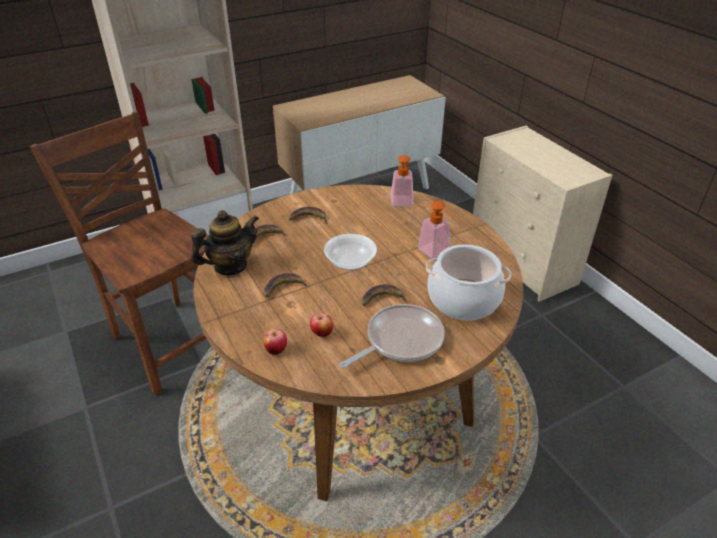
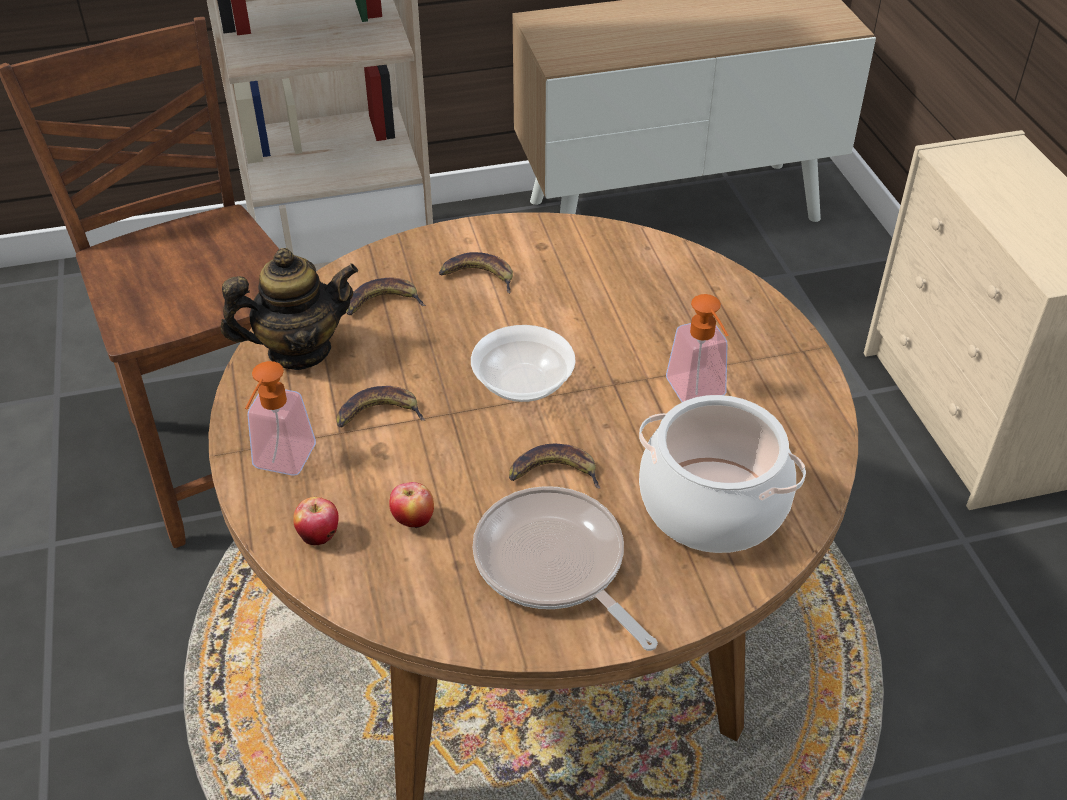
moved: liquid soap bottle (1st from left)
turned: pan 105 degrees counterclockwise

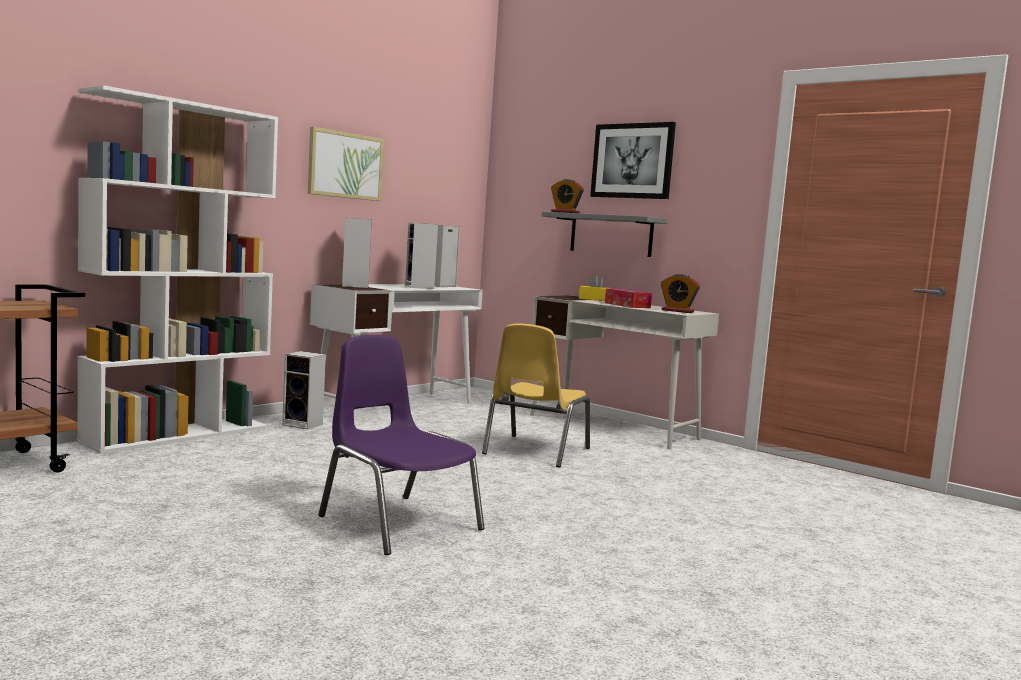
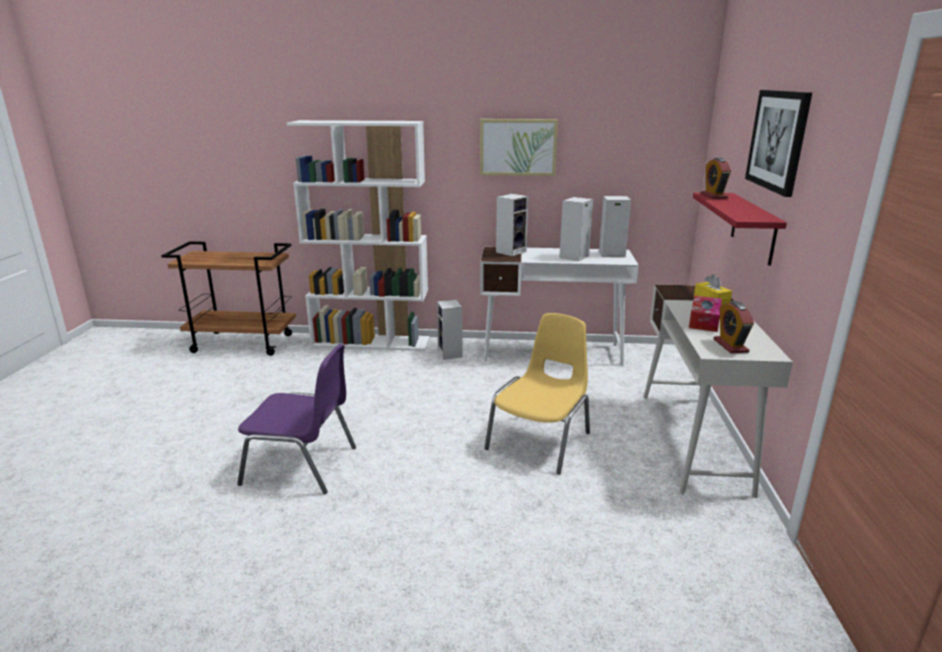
recoloured: grey shelf to reddish shelf
turned: purplish plain chair 90 degrees clockwise; yellowish plain chair 135 degrees clockwise

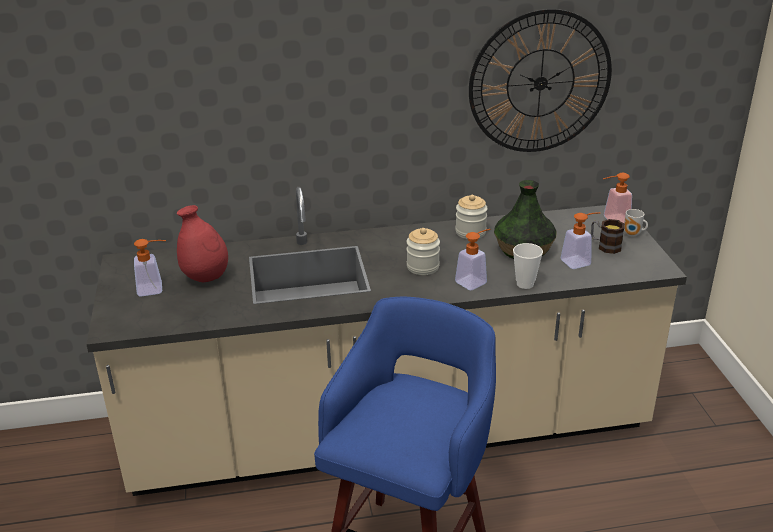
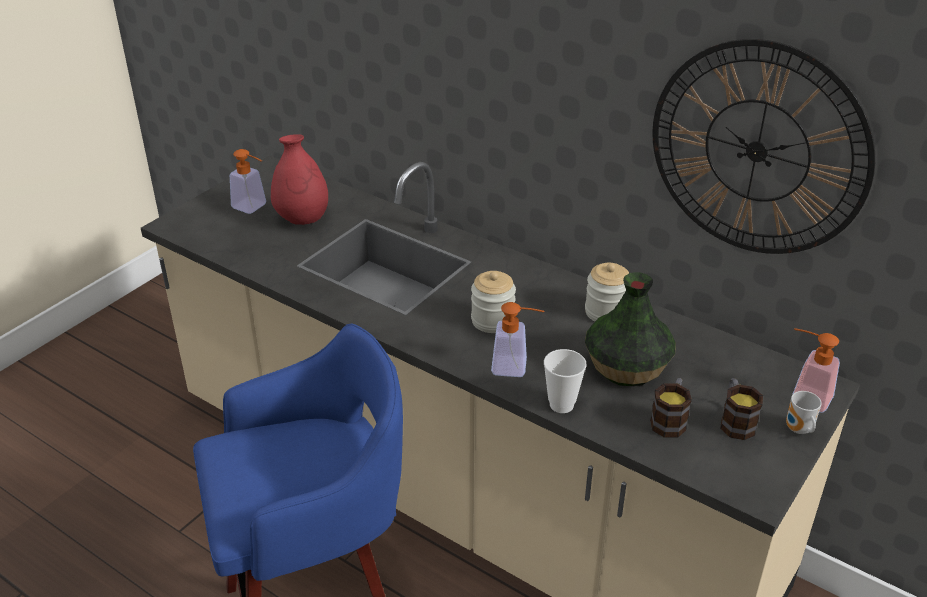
replaced: liquid soap bottle (3rd from left) to mug (1st from left)

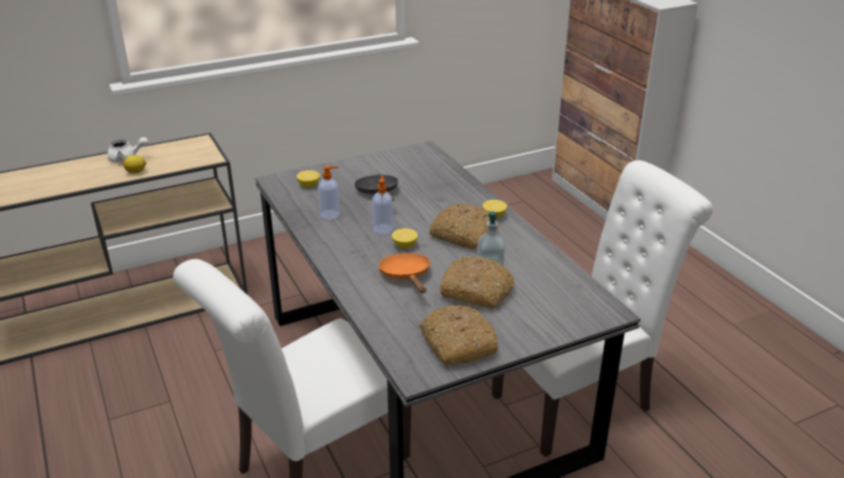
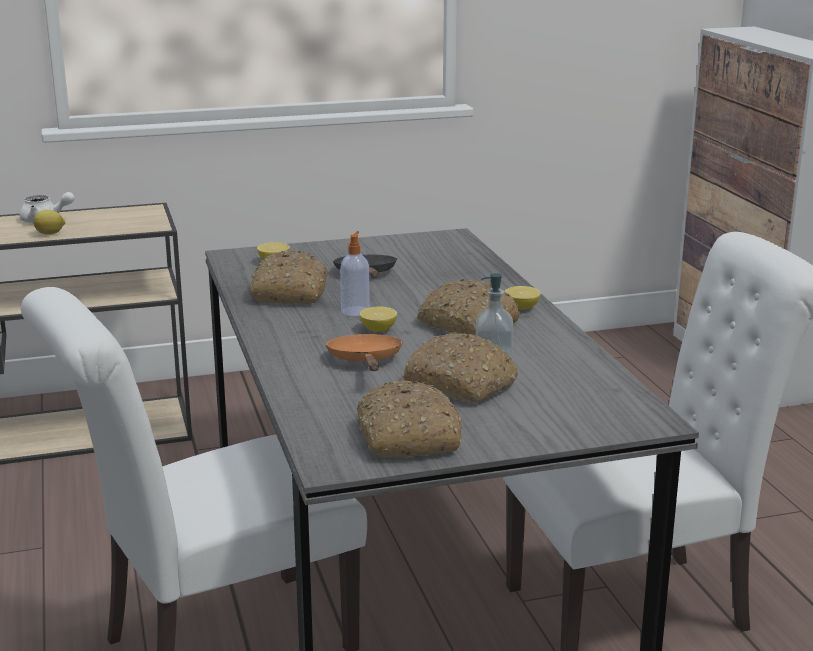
replaced: liquid soap bottle (1st from left) to bakery bread (1st from left)

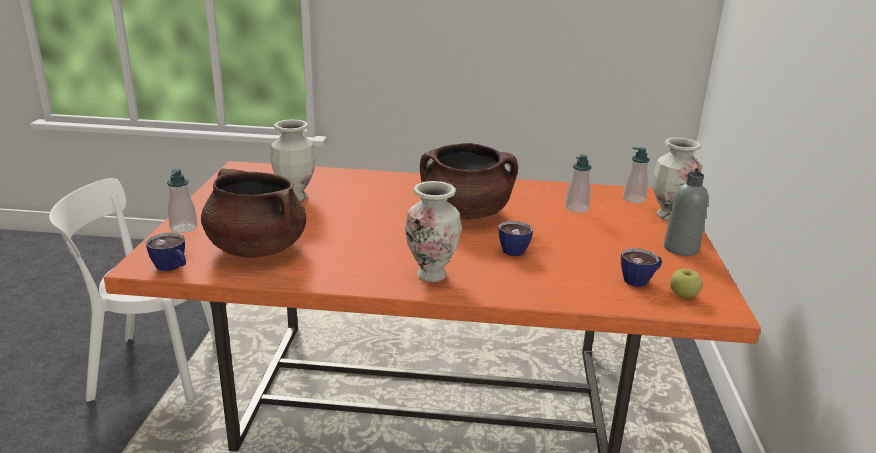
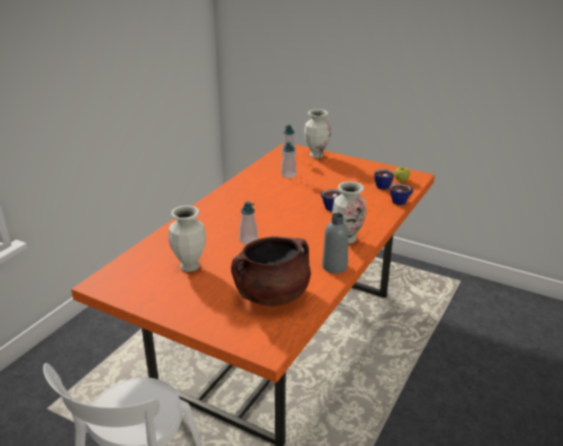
removed: brownish stockpot (2nd from left)
moved: cup (1st from left in the first image) to cup (3rd from left); liquid soap bottle (1st from left); grey bottle

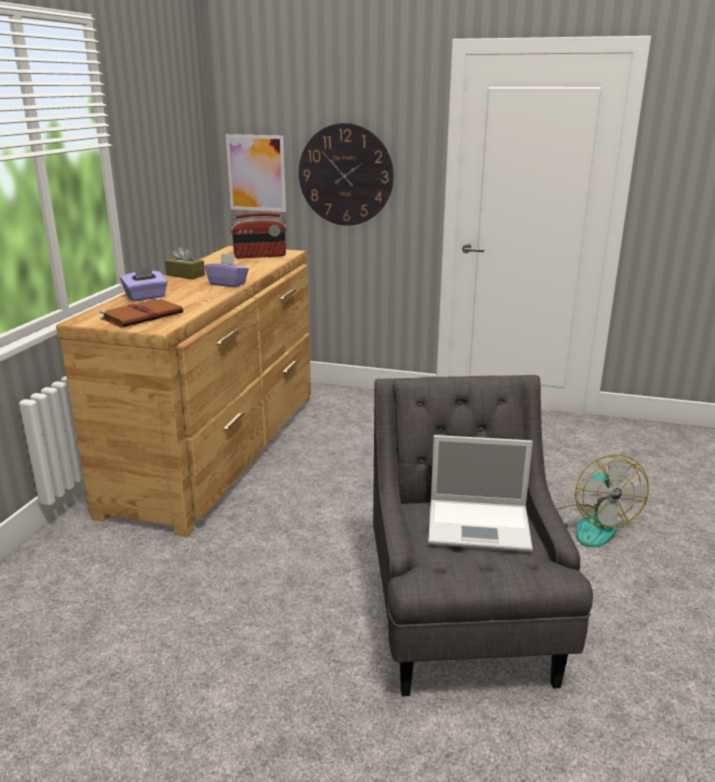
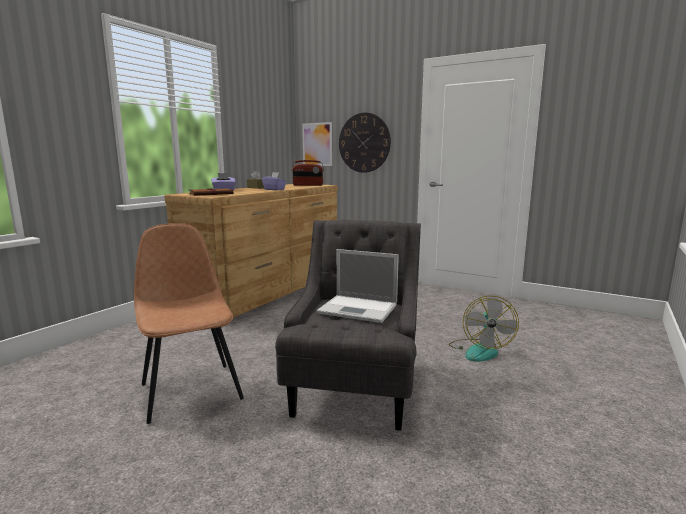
added: brownish plain chair

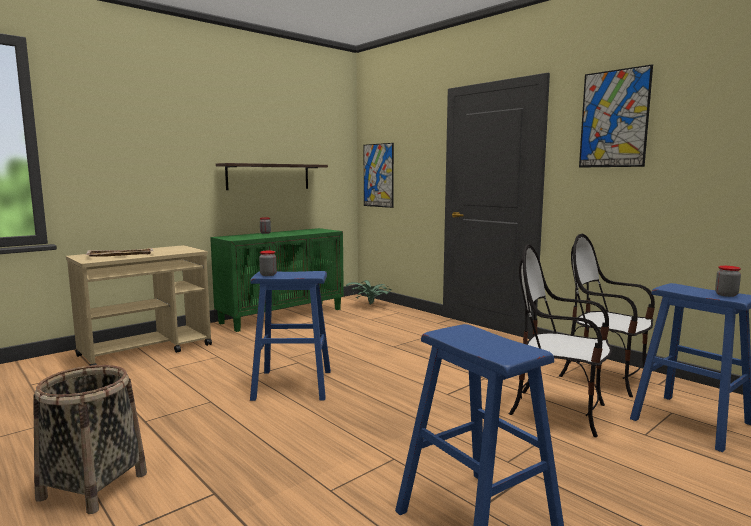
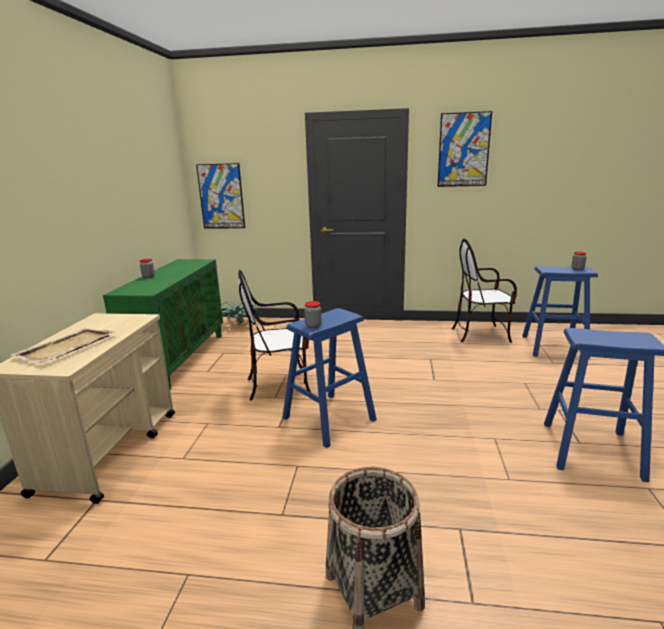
removed: shelf
moved: plain chair (1st from left)

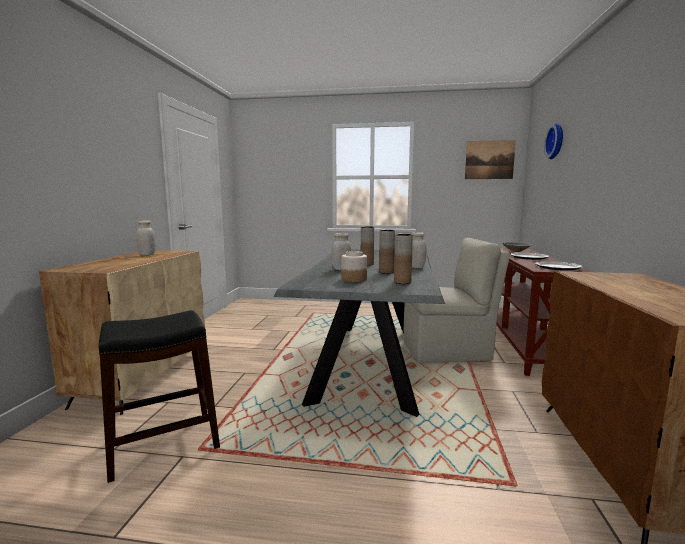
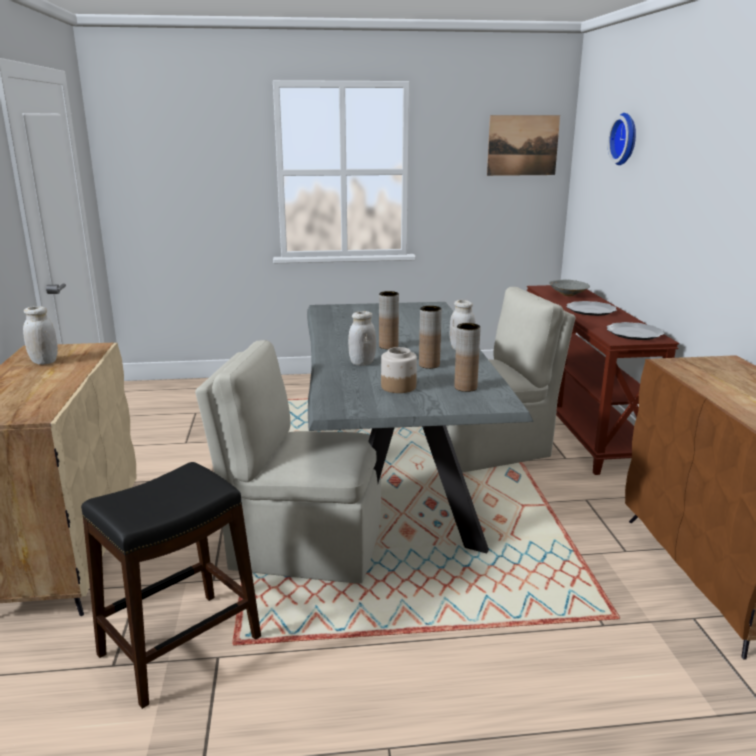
added: beige-coloured plain chair (1st from left)

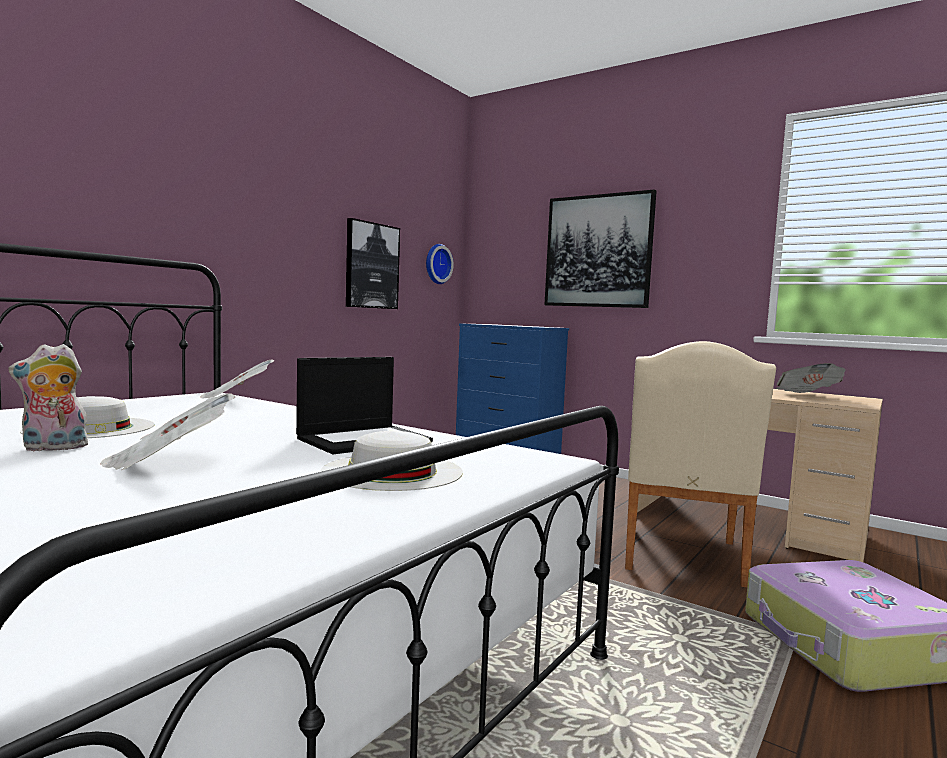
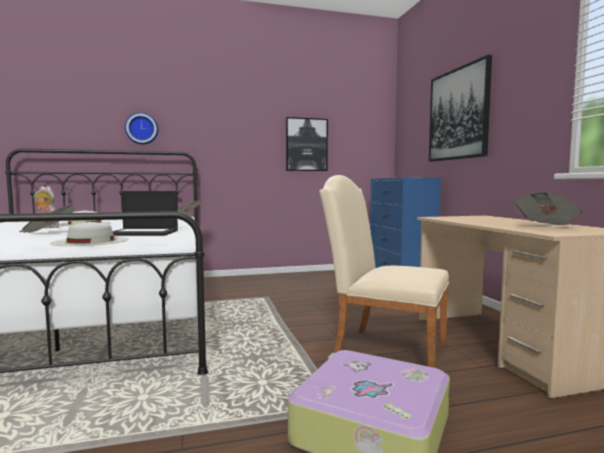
moved: clock on the wall
turned: beige-coloured plain chair 60 degrees clockwise

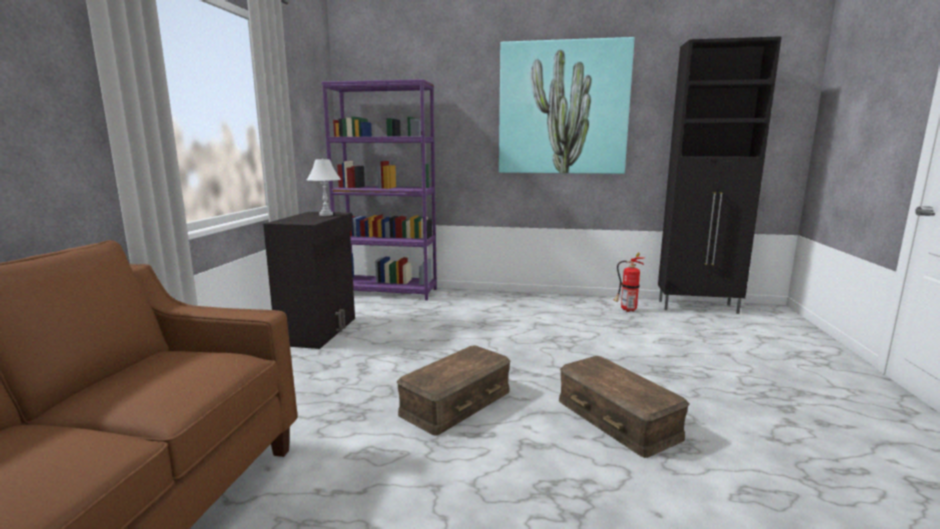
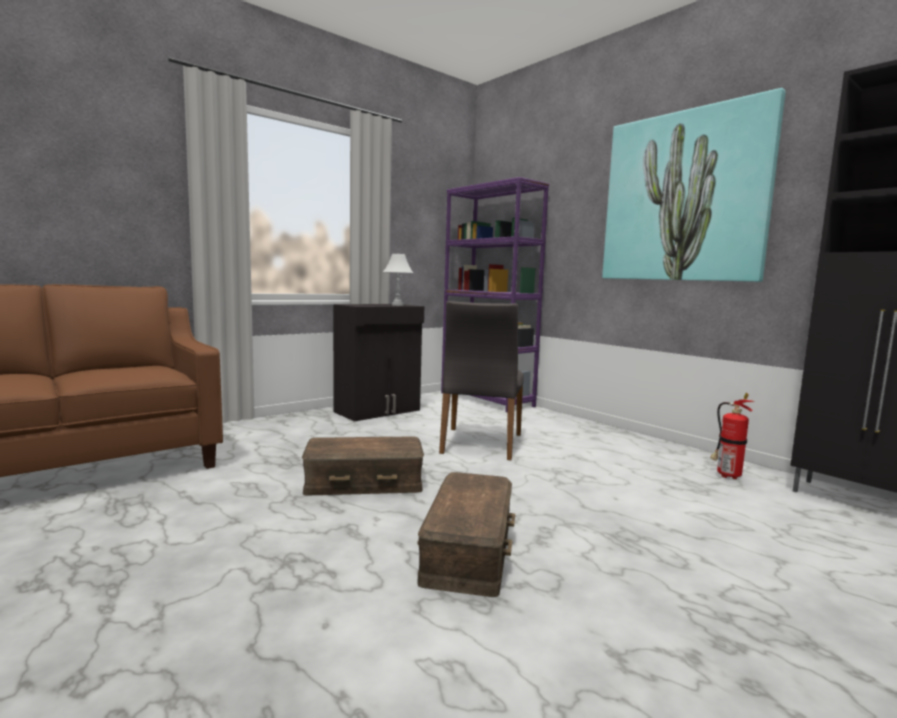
added: grey plain chair

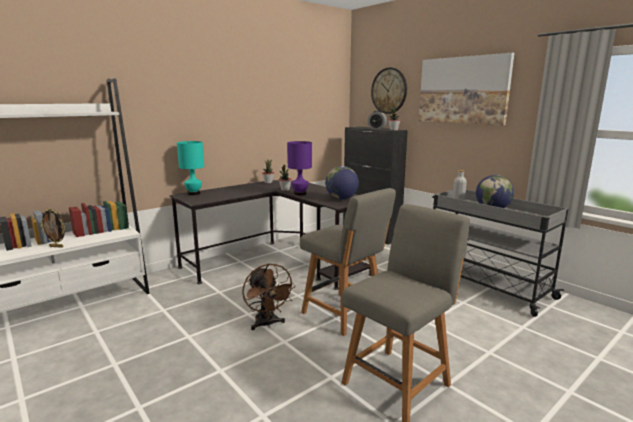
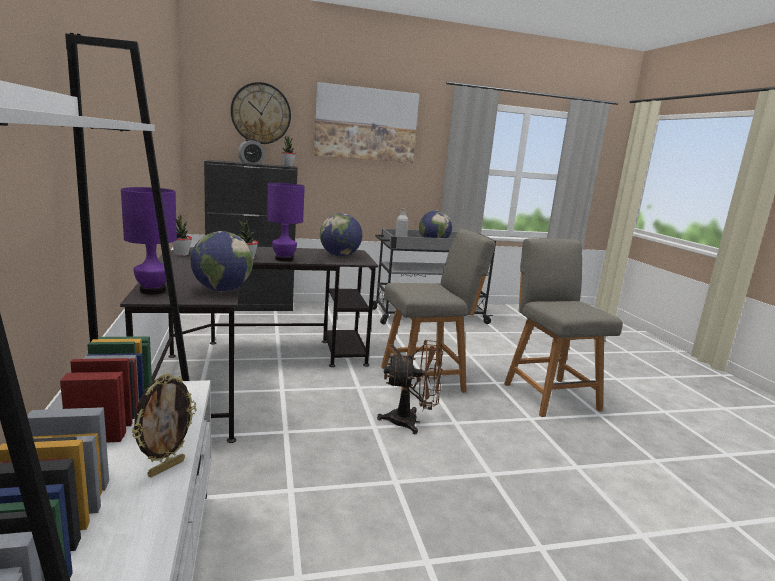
added: desk globe (1st from left)
recoloured: blue-green tabletop lamp to purplish tabletop lamp (1st from left)

